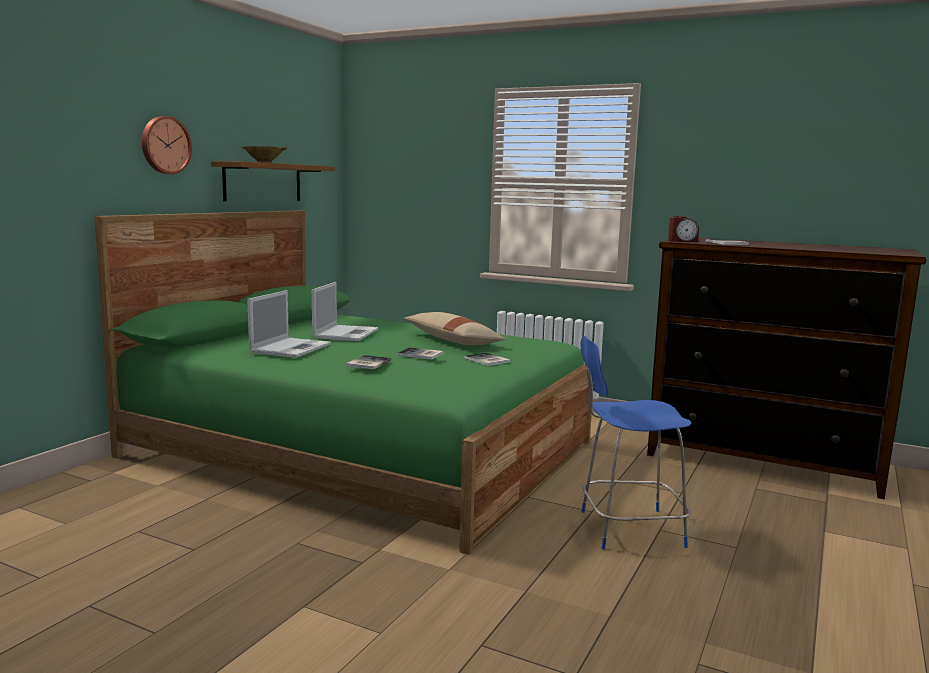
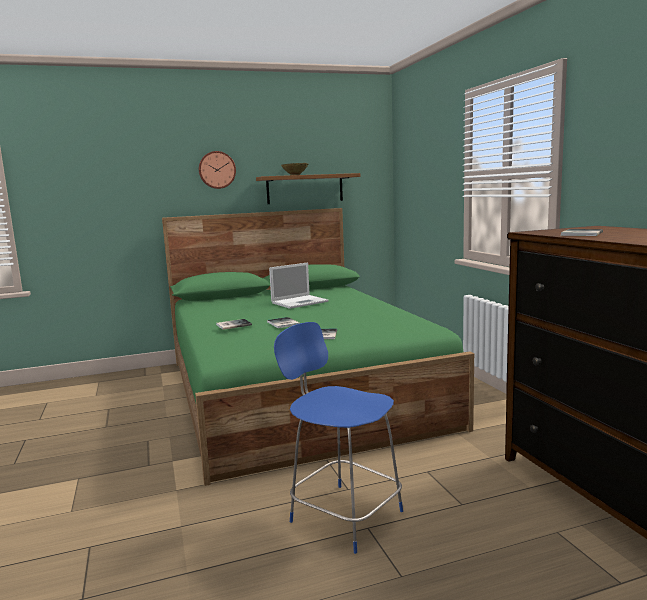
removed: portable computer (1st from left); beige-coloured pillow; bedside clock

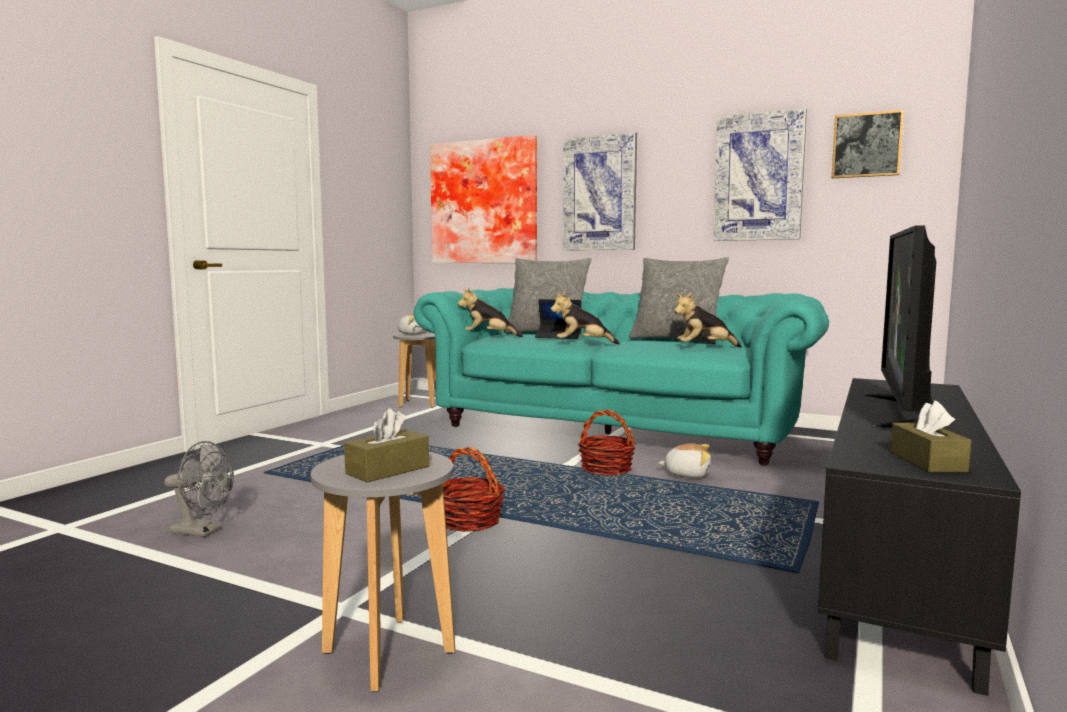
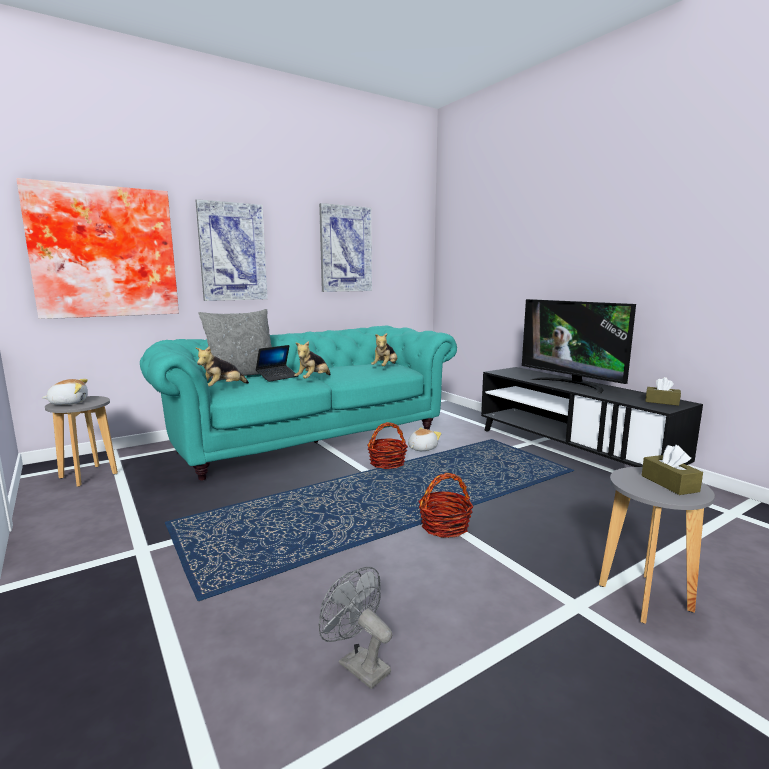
removed: grey pillow (2nd from left); picture (4th from left)
turned: grey electric fan 90 degrees counterclockwise

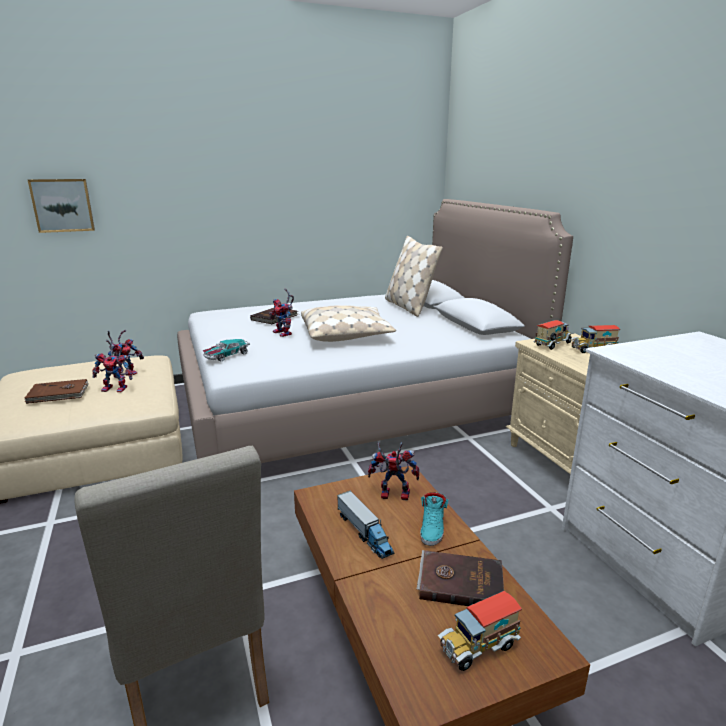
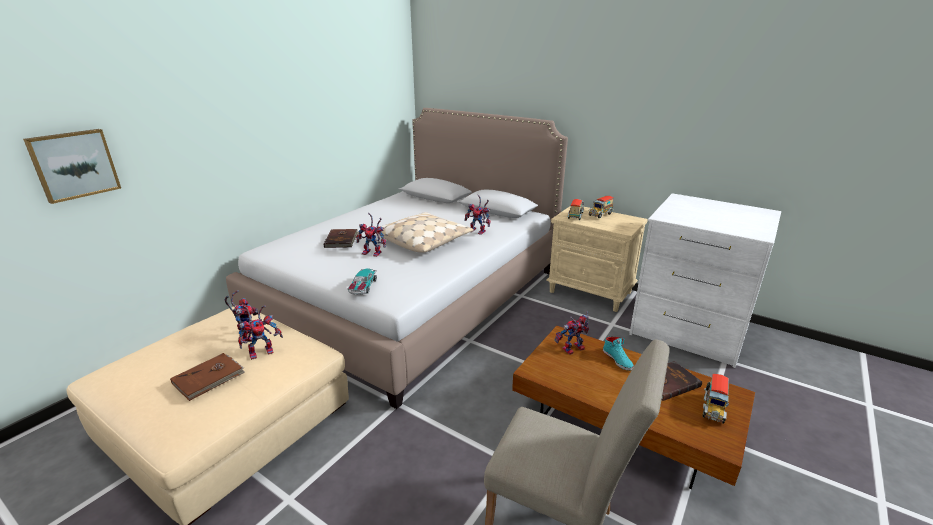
removed: model truck (1st from left); beige-coloured pillow (2nd from left)
added: robot figure (4th from left)

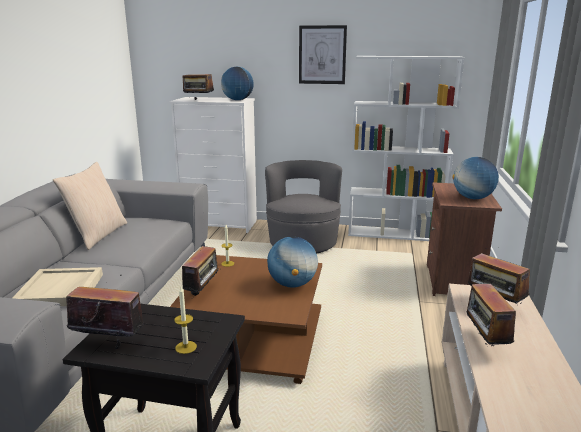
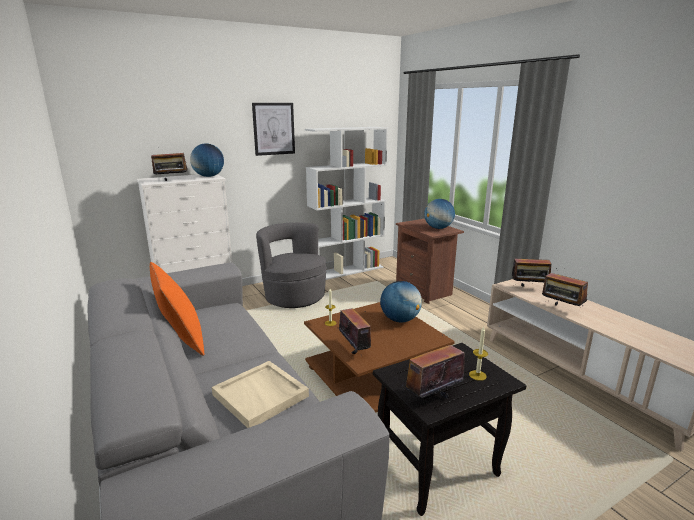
recoloured: beige-coloured pillow to orange pillow

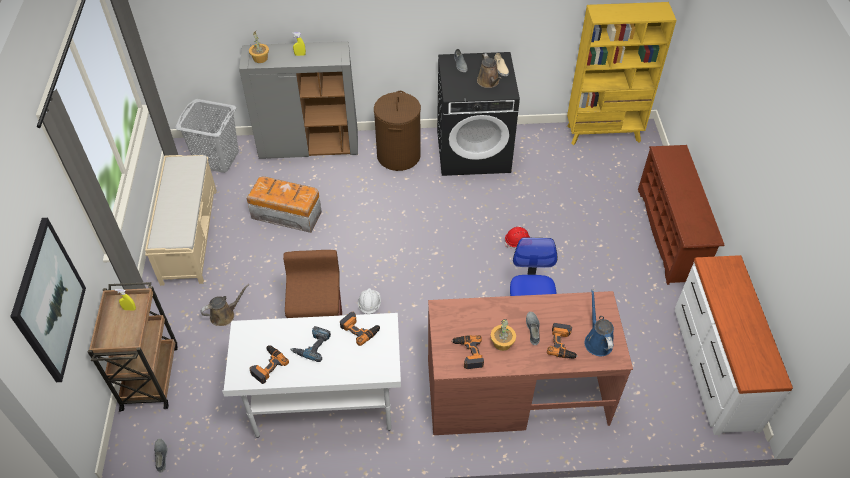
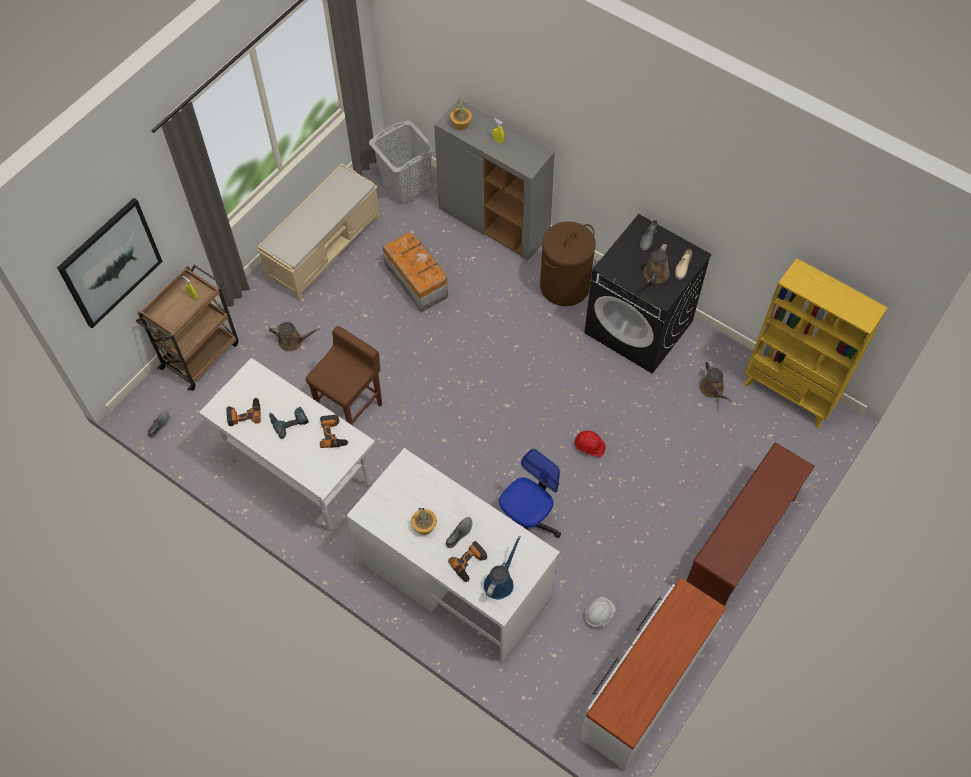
removed: power drill (4th from left)
added: brownish watering can (3rd from left)
moved: white-coloured hard hat
recoloured: brownish desk to white-coloured desk (2nd from left)

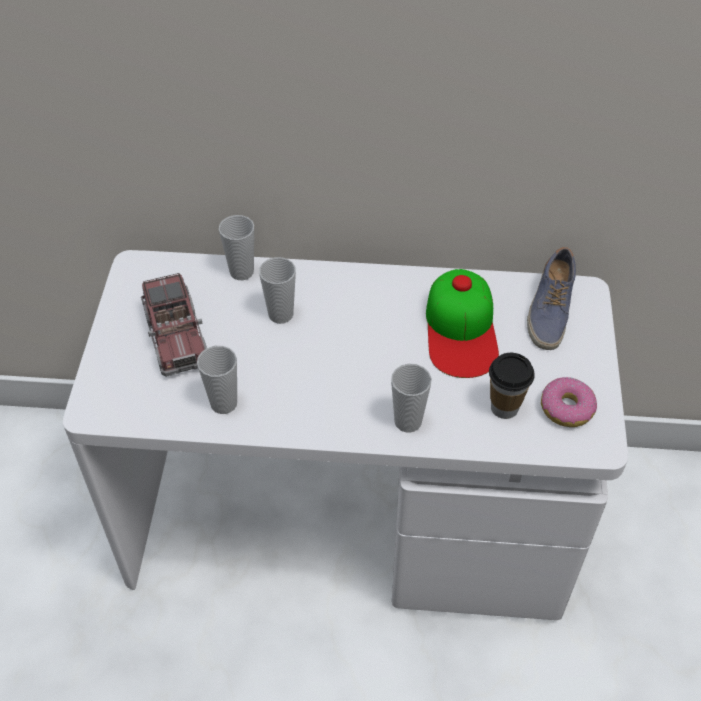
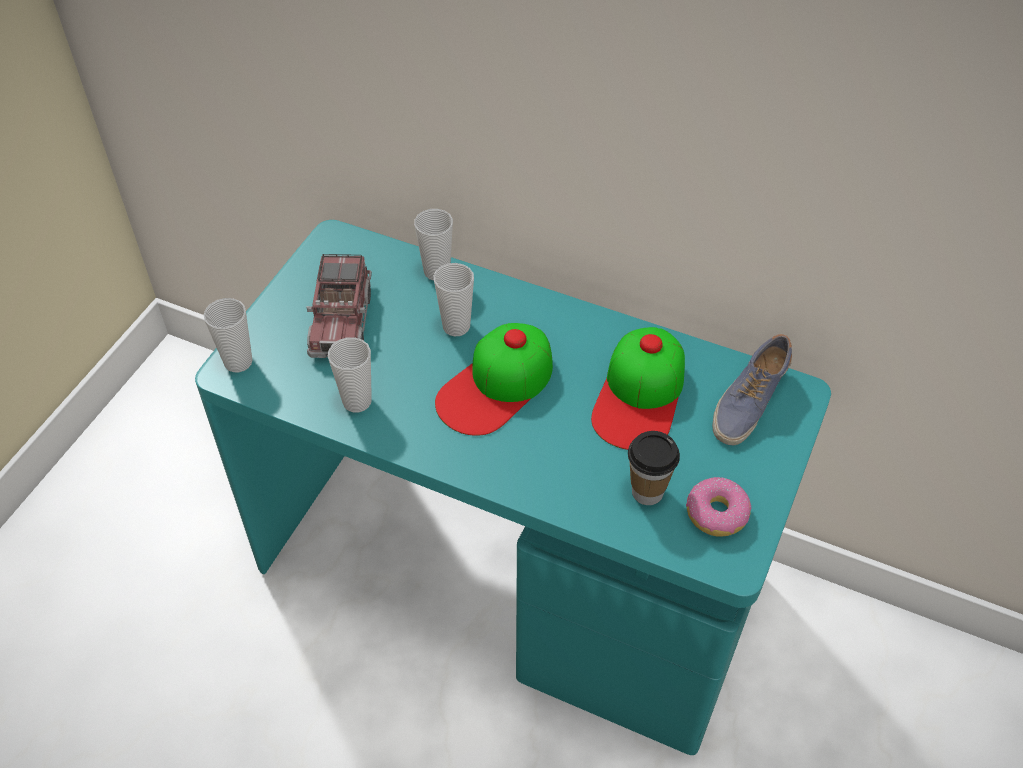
added: cap (1st from left)
moved: cup (4th from left in the first image) to cup (1st from left)
recoloured: white-coloured desk to blue-green desk

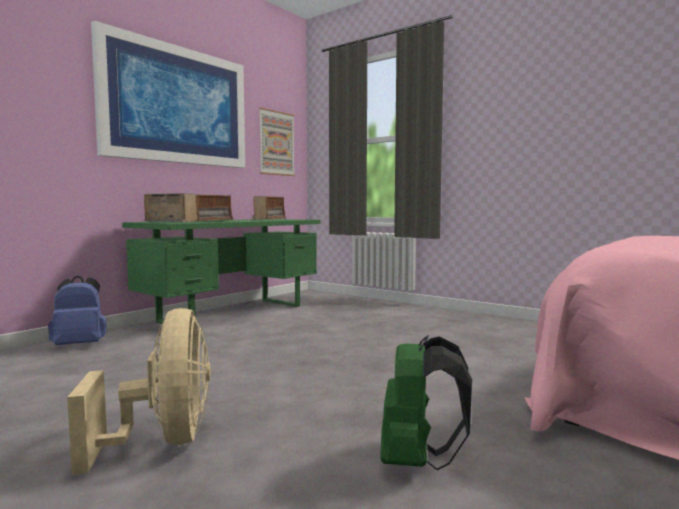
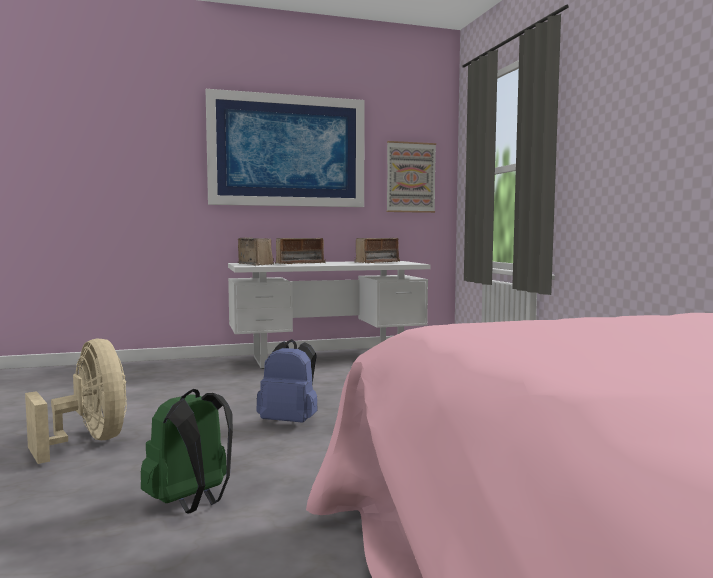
moved: blue backpack
recoloured: greenish desk to white-coloured desk
turned: beige-coloured electric fan 60 degrees counterclockwise

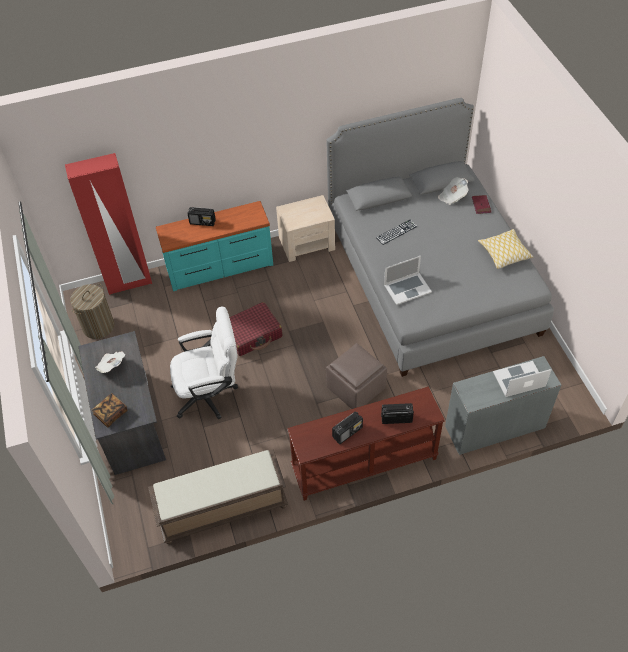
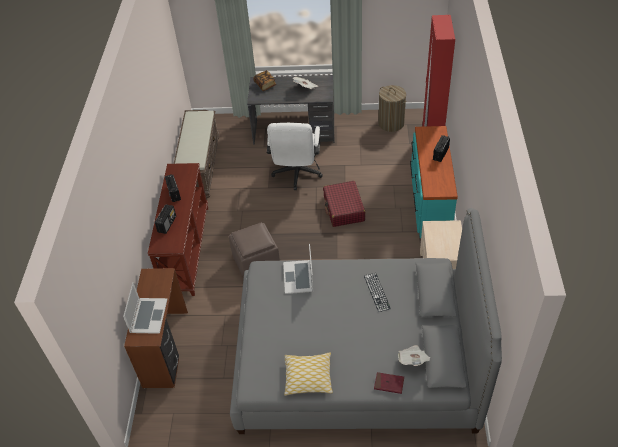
recoloured: grey desk (2nd from left) to brownish desk

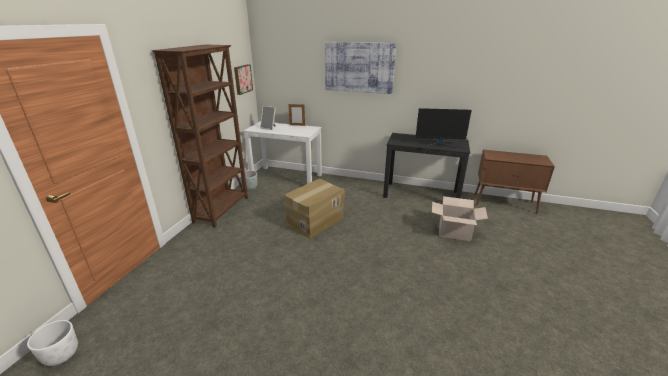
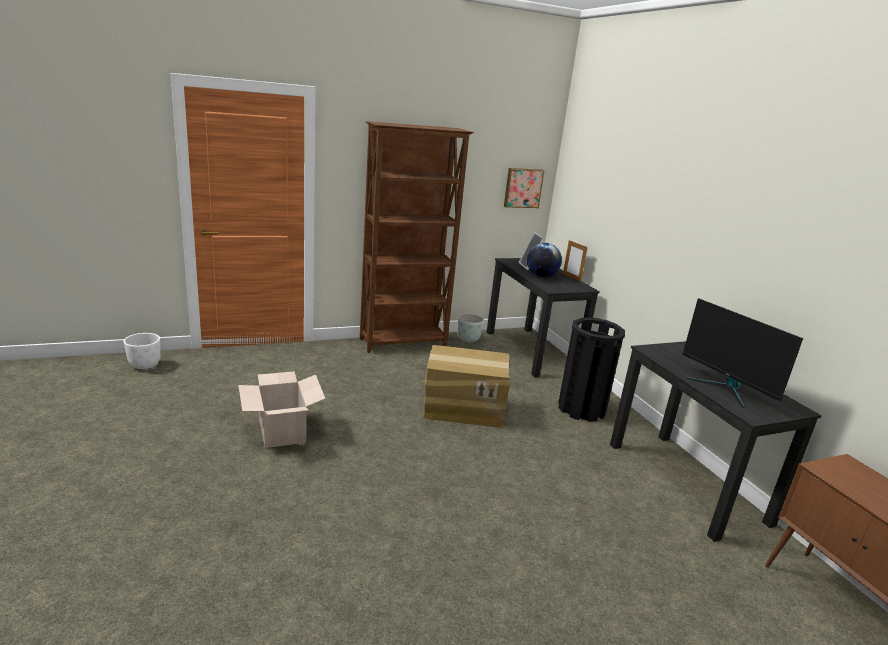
removed: picture (2nd from left)
added: desk globe; blackish waste bin
moved: carton (2nd from left in the first image) to carton (1st from left)
recoloured: white-coloured desk to blackish desk (1st from left)

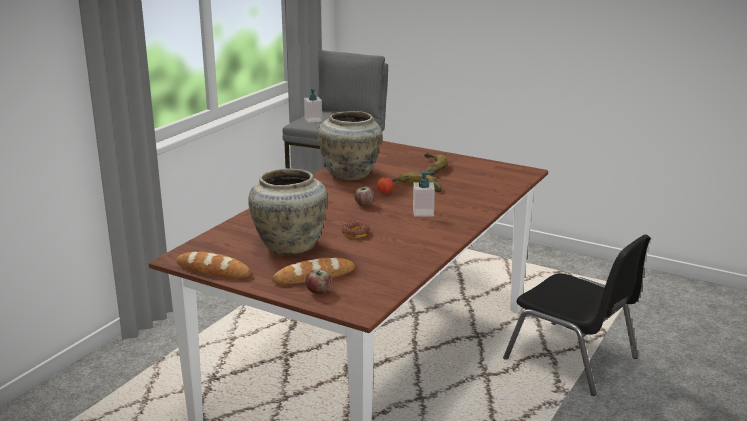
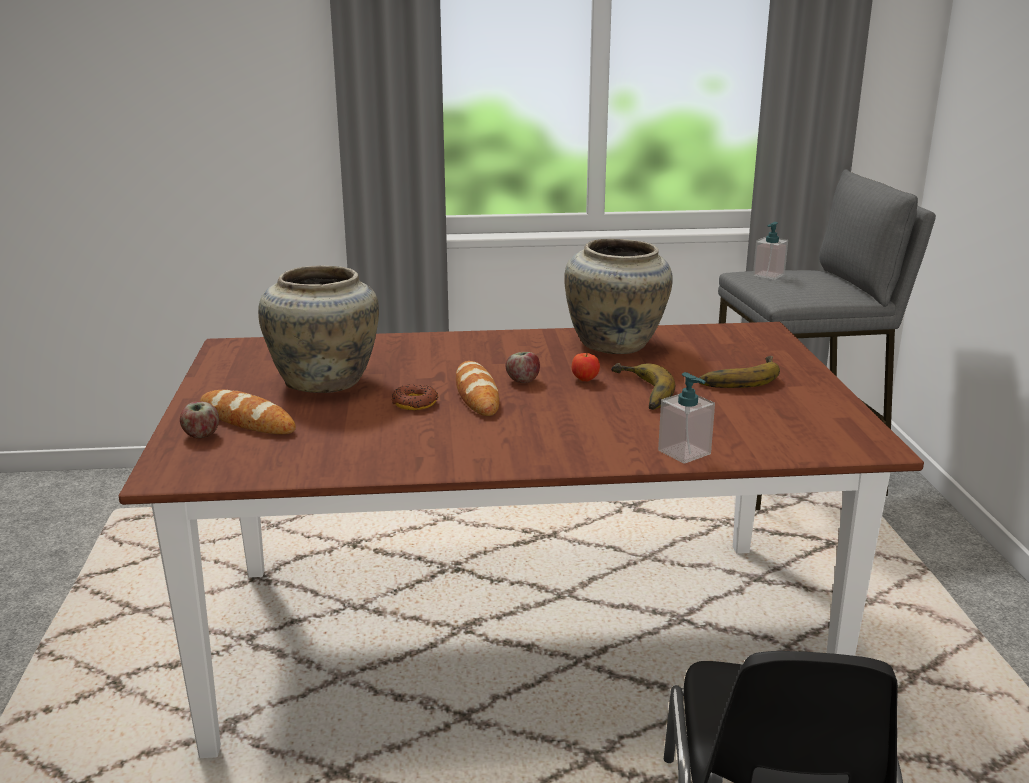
moved: bakery bread (1st from left in the first image) to bakery bread (2nd from left); liquid soap bottle (2nd from left in the first image) to liquid soap bottle (1st from left)

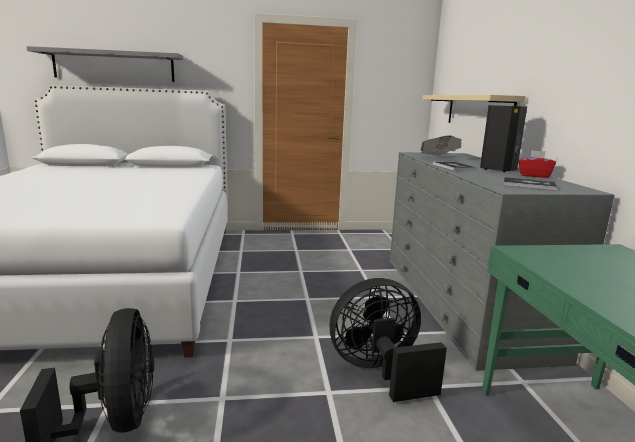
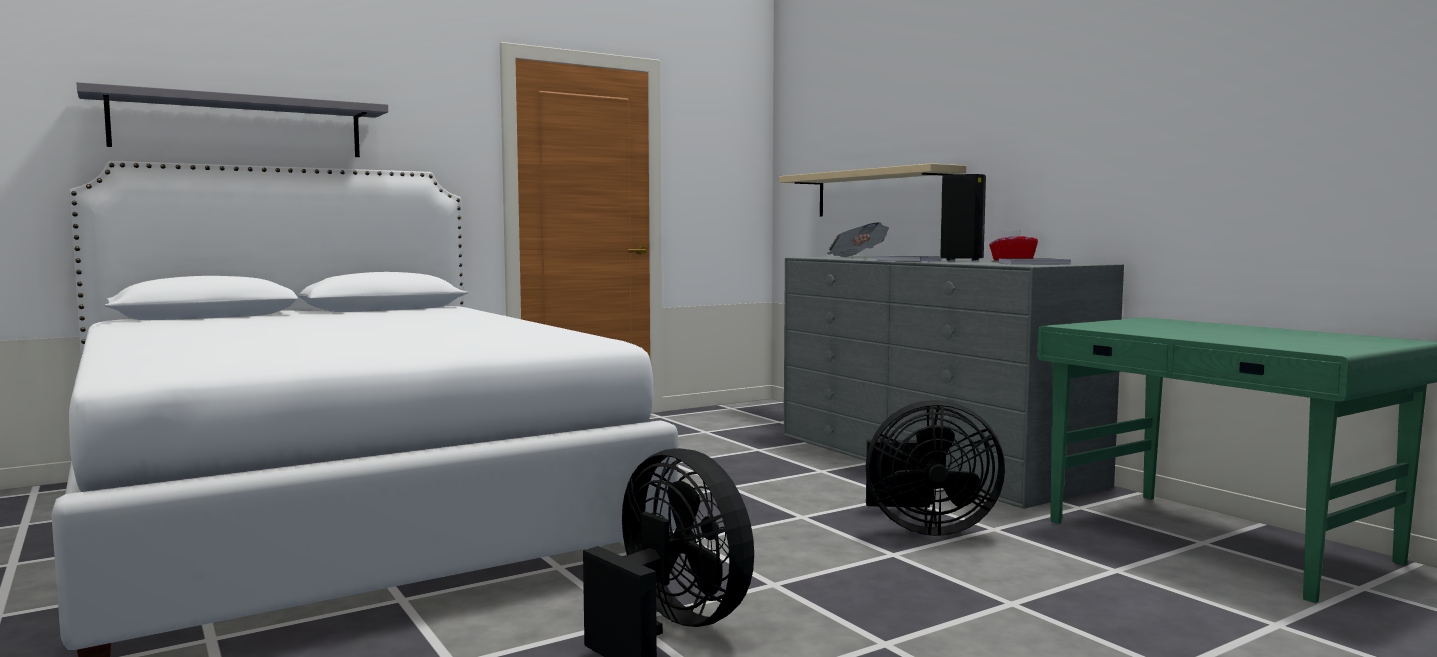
turned: blackish electric fan (2nd from left) 135 degrees counterclockwise

